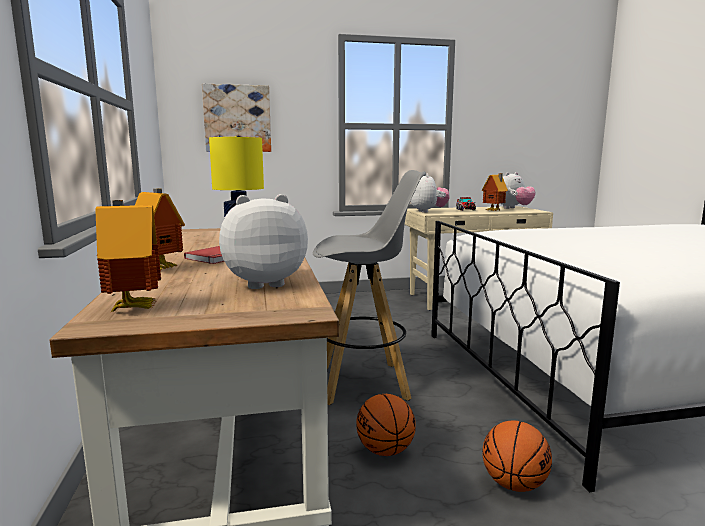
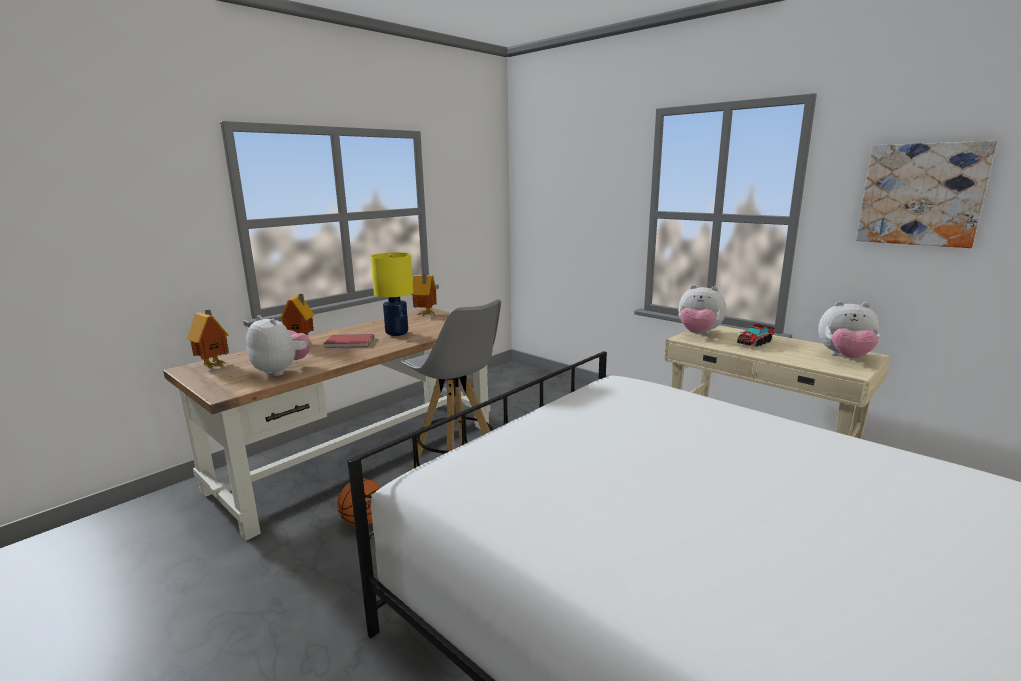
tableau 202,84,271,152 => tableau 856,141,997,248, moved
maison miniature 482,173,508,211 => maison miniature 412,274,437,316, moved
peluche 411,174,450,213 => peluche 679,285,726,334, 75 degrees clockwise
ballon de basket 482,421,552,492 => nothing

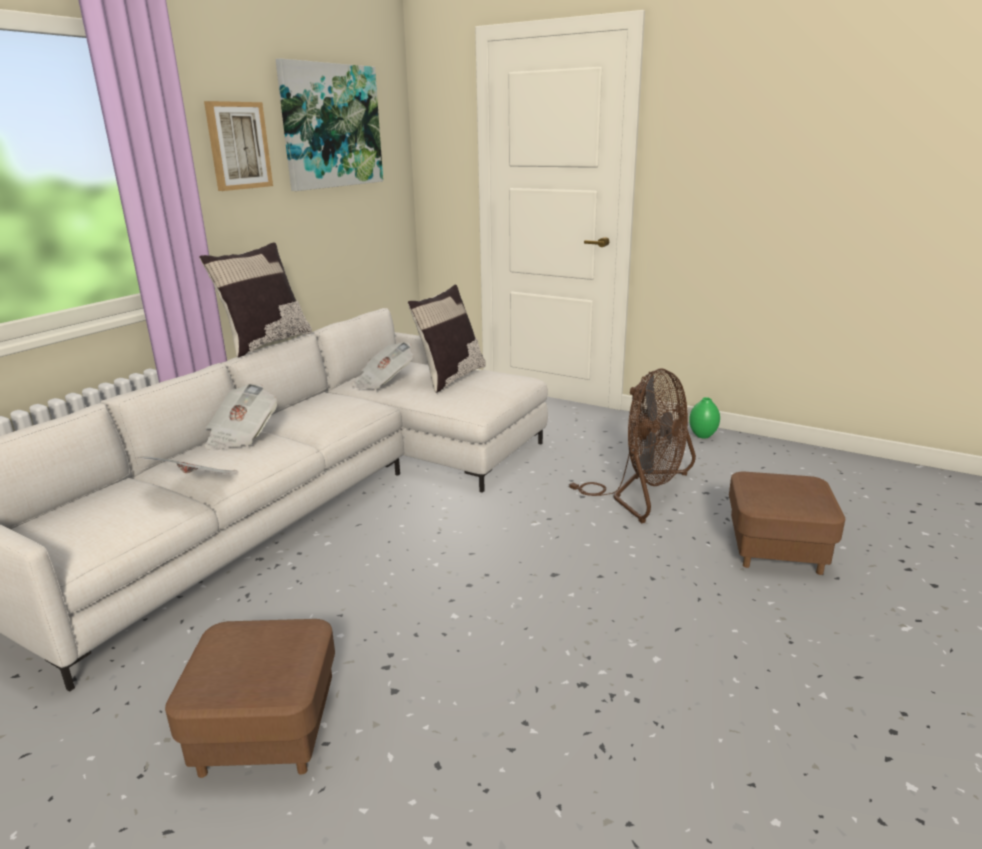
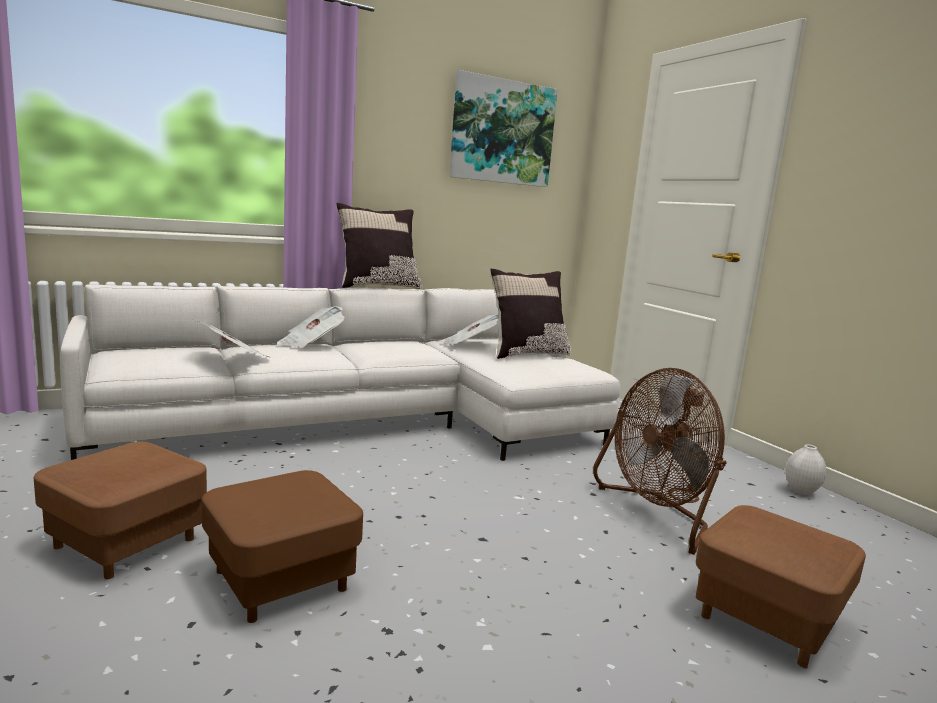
tableau 204,101,273,191 => nothing
ventilateur/marron 569,369,696,523 => ventilateur/marron 593,368,726,555, 90 degrees clockwise
vase/vert 689,397,720,439 => vase/blanc 785,444,827,495
nothing => pouf/marron 202,470,363,623

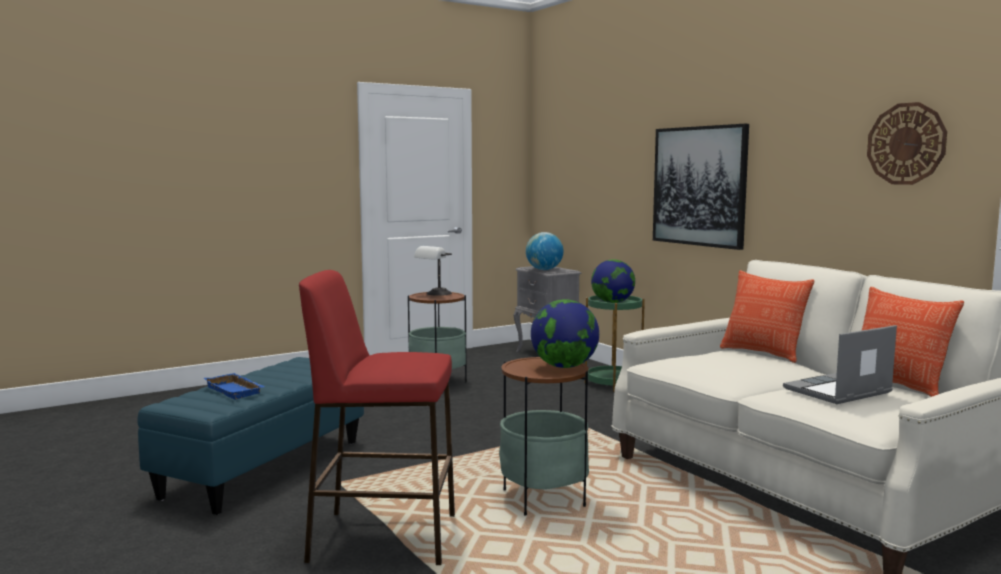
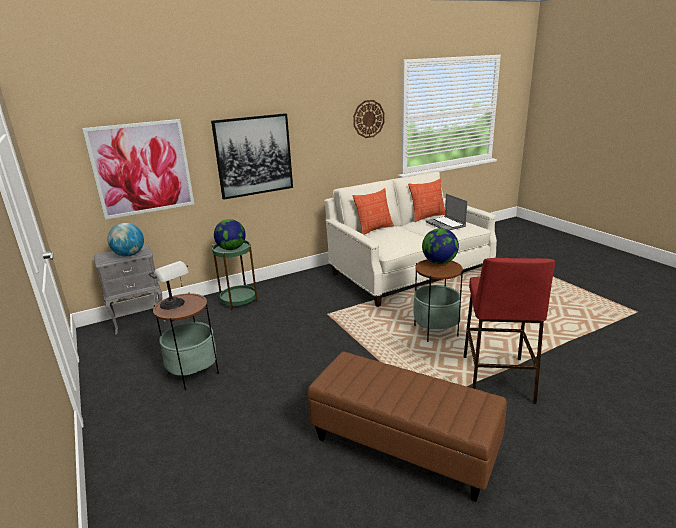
pouf/bleu 137,357,364,515 => pouf/marron 307,351,507,502
plateau/bleu 204,373,265,400 => nothing
nothing => tableau 82,119,194,220

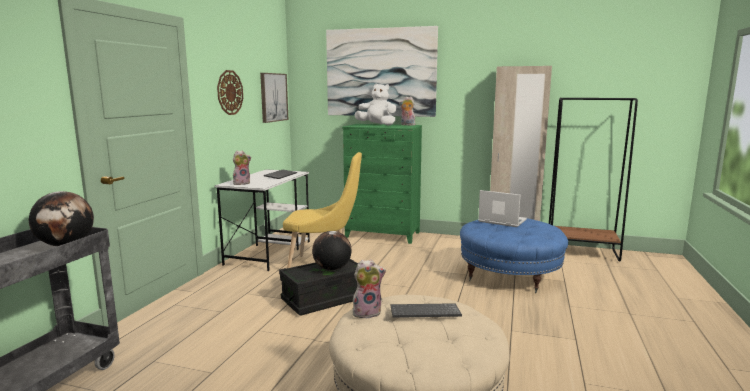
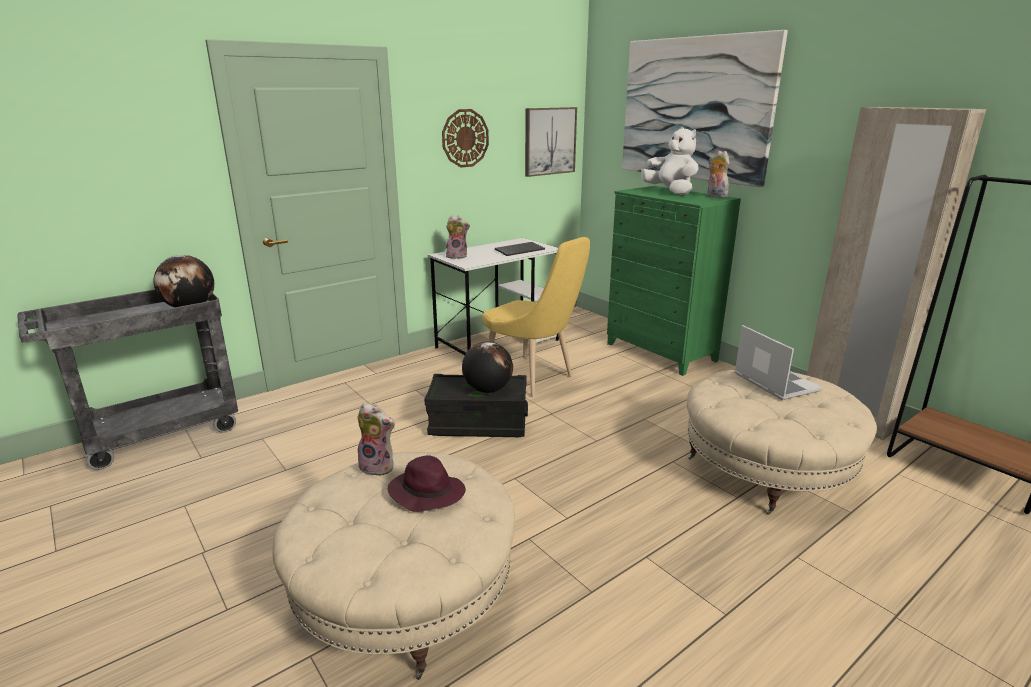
pouf/bleu 460,218,568,293 => pouf/beige 687,370,877,515
clavier 391,303,462,318 => chapeau/violet 387,455,466,512

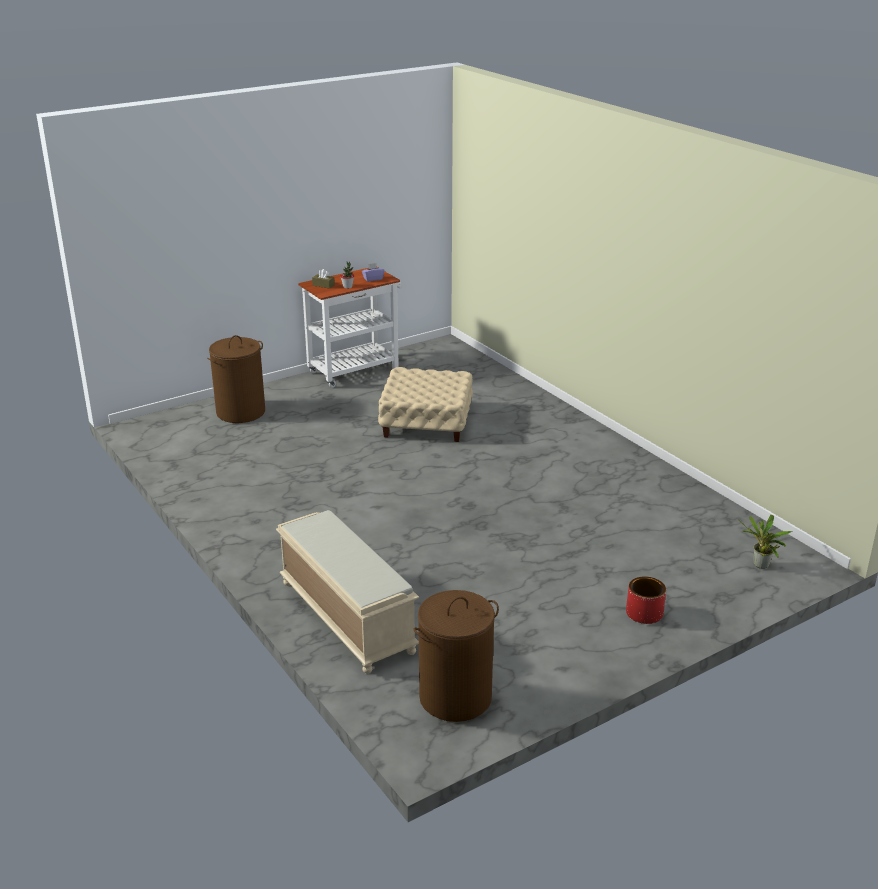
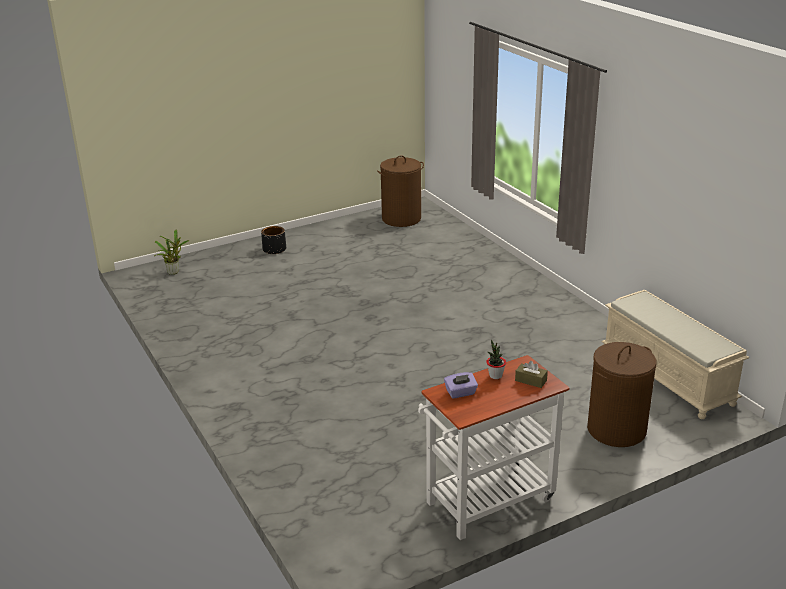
pouf/beige 378,367,473,442 => nothing
banc/beige 276,510,419,674 => banc/beige 601,290,749,419, moved
cache-pot/rouge 626,577,666,624 => cache-pot/noir 261,226,286,254

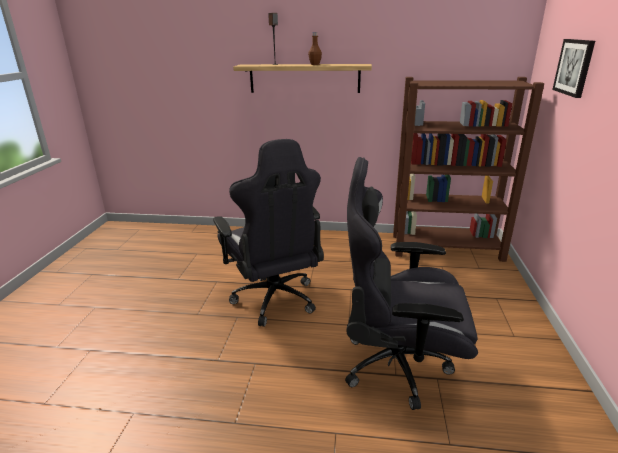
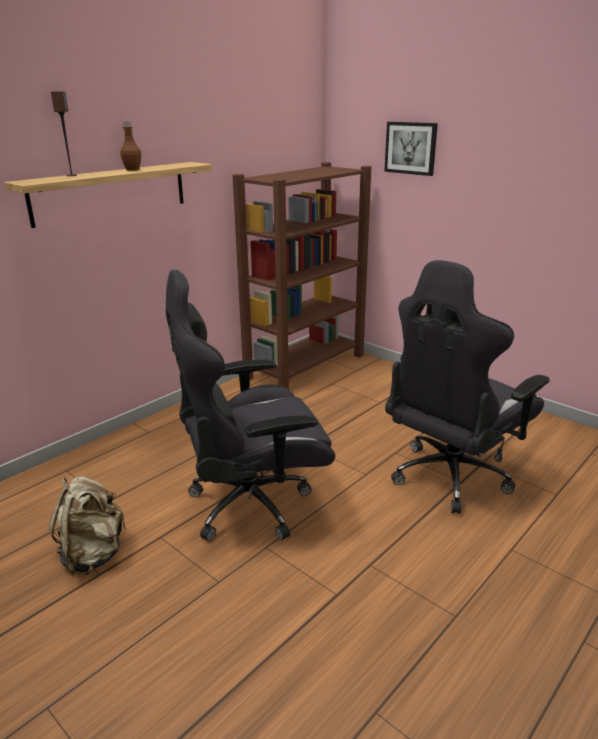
chaise de bureau/noir 213,139,324,327 => chaise de bureau/noir 166,270,336,541, 150 degrees clockwise
nothing => sac à dos/beige 49,476,126,575

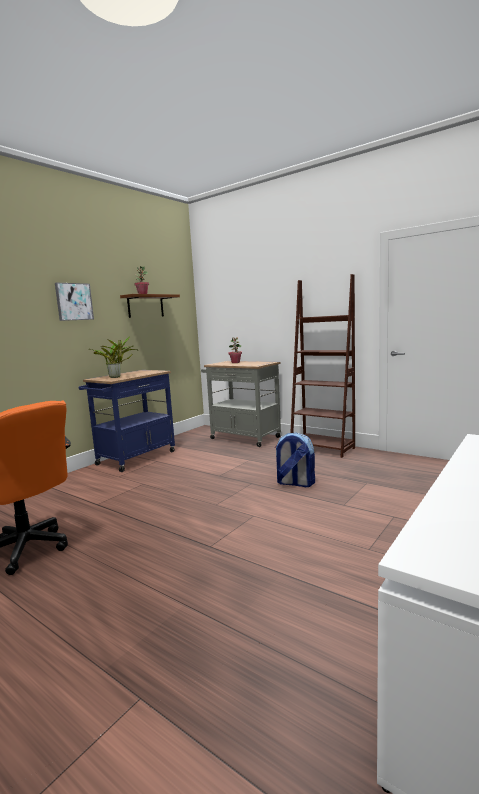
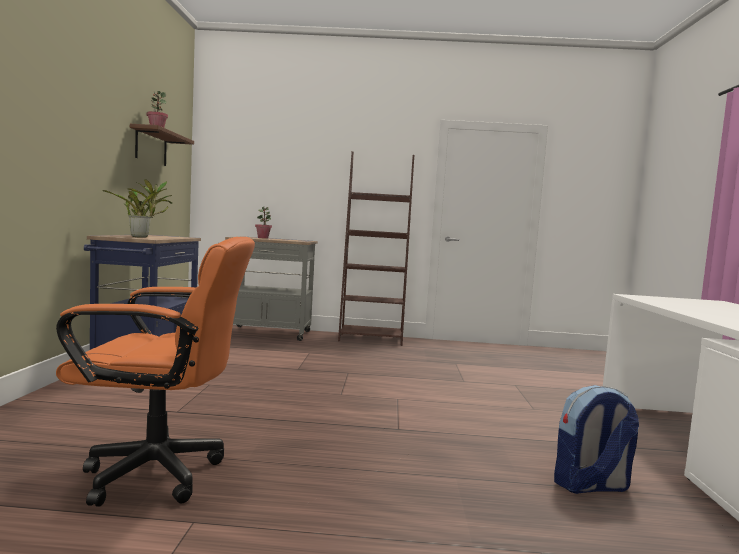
tableau 55,283,94,321 => nothing
sac à dos 275,433,315,487 => sac à dos 554,385,639,494, moved

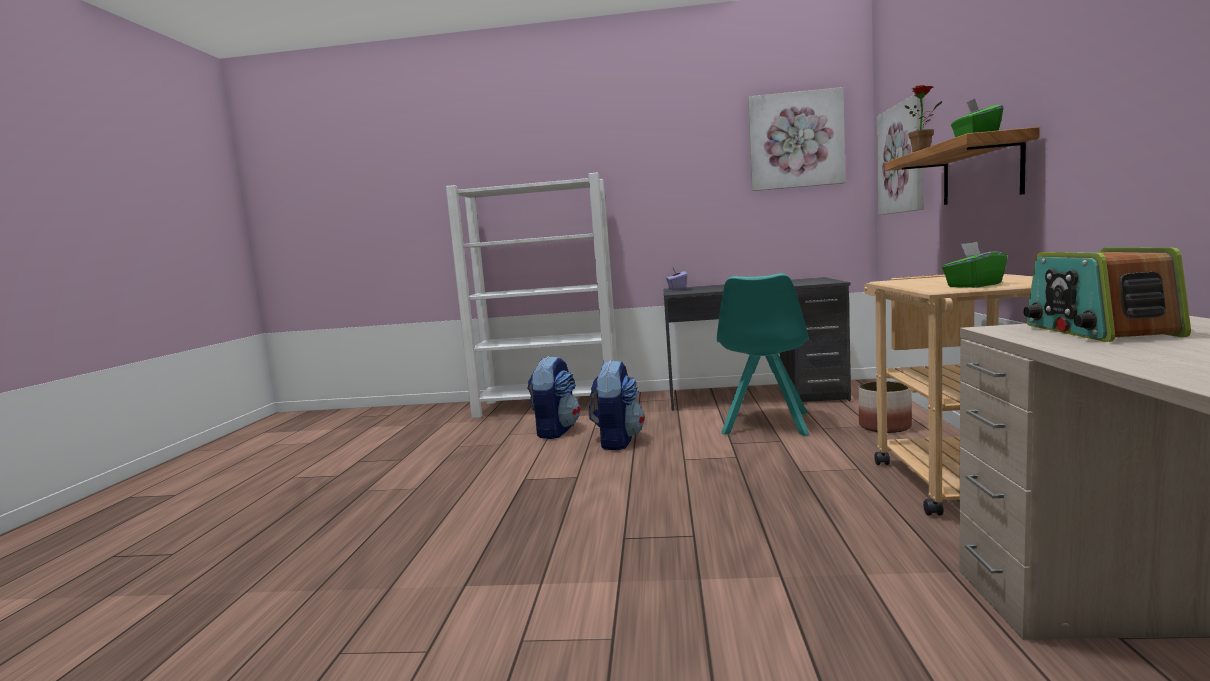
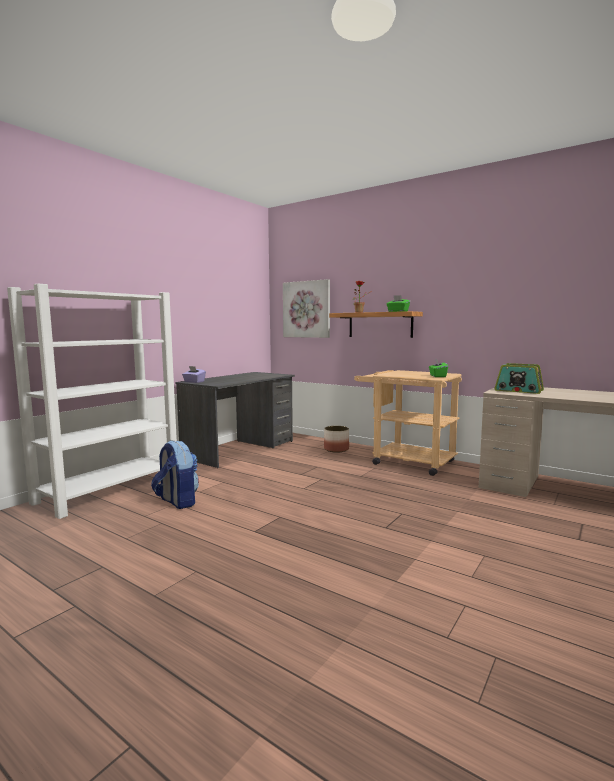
tableau 748,87,846,191 => nothing
chaise/turquoise 717,273,810,436 => nothing
sac à dos 589,360,645,450 => nothing

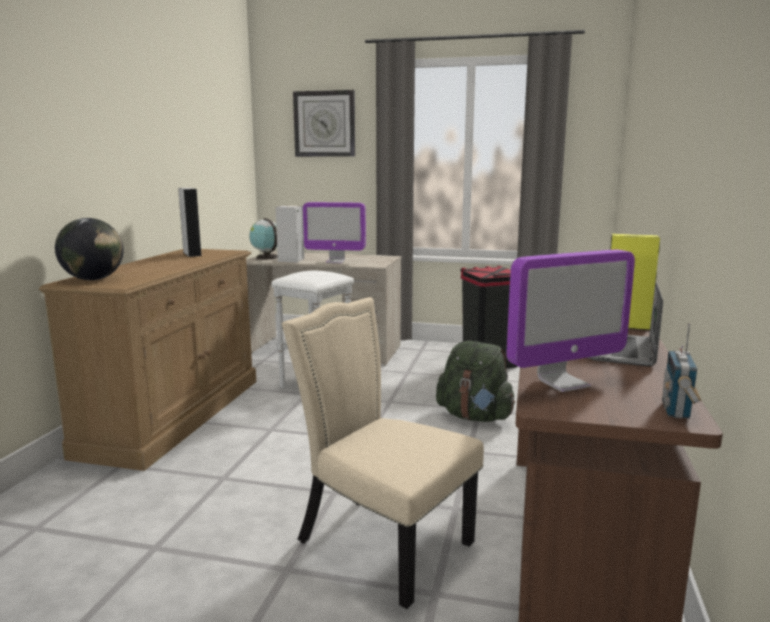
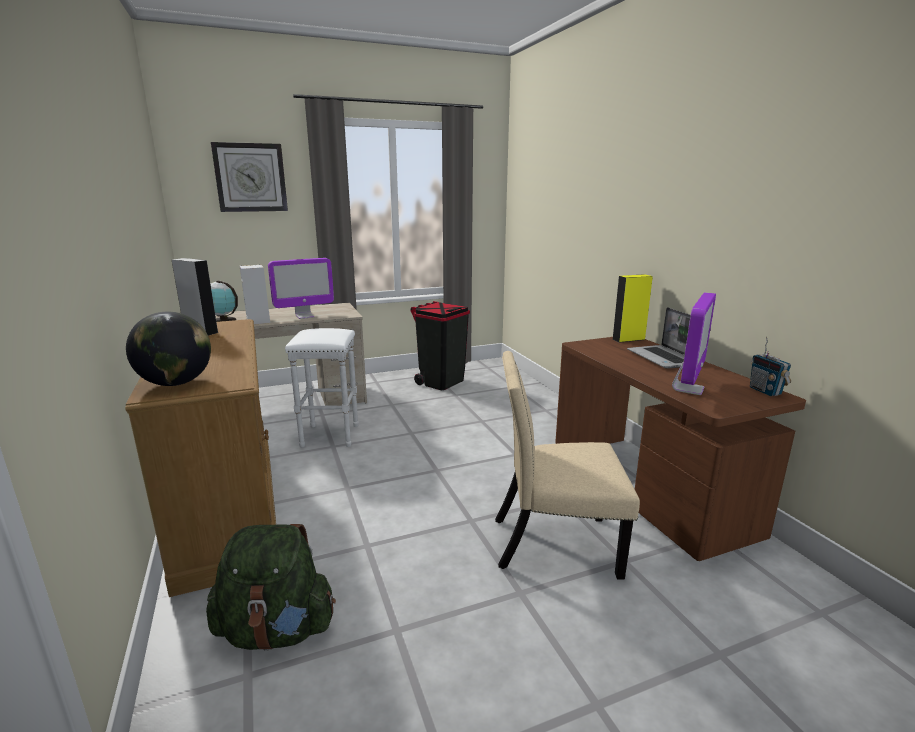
sac à dos/vert 436,341,515,422 => sac à dos/vert 206,524,336,651, moved

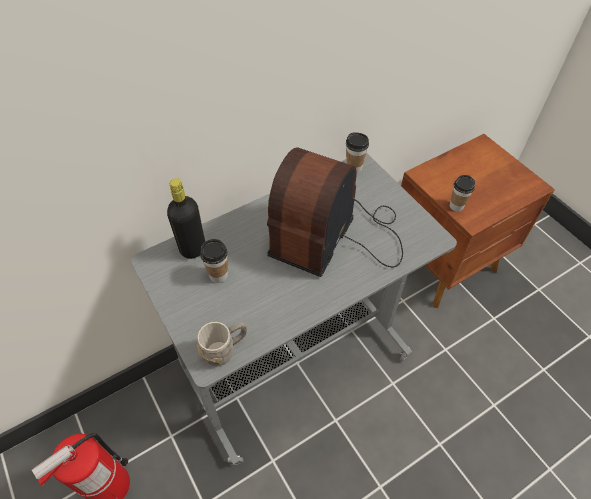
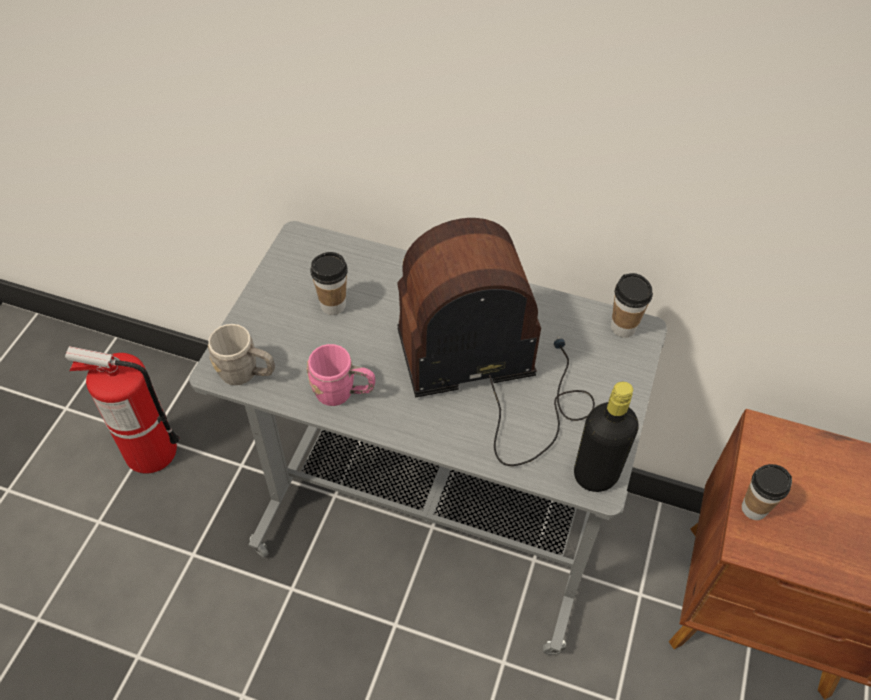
bouteille/noir 167,178,205,259 => bouteille/noir 574,382,639,492, moved
nothing => mug/rose 306,344,375,406

